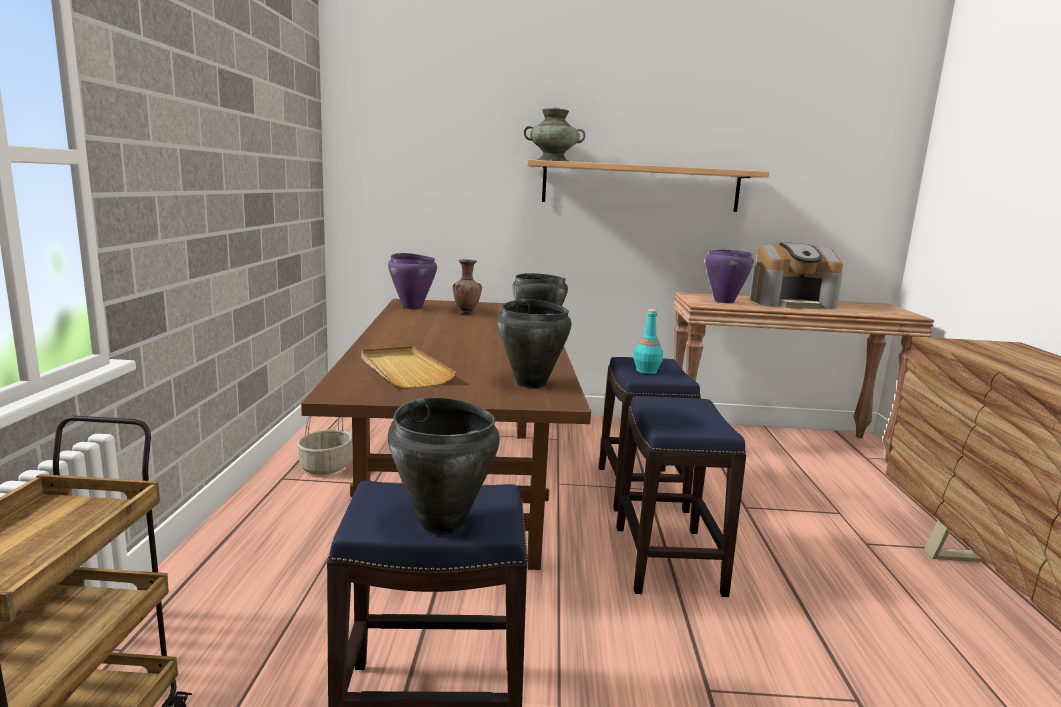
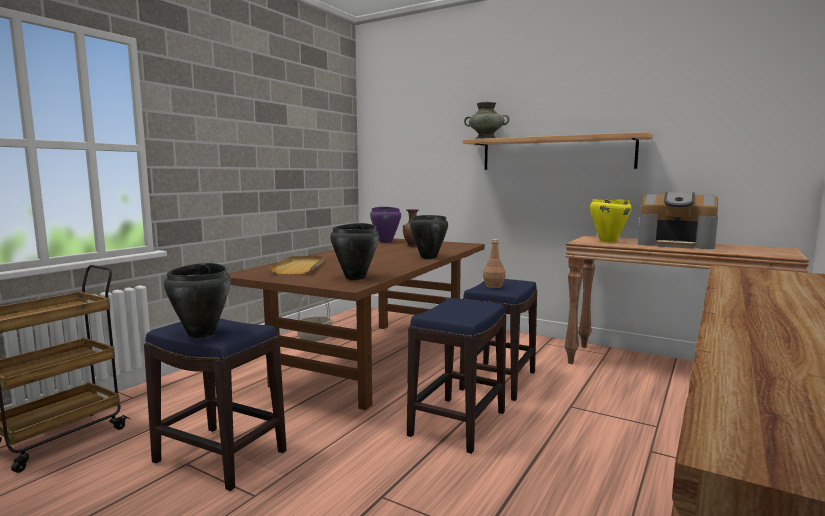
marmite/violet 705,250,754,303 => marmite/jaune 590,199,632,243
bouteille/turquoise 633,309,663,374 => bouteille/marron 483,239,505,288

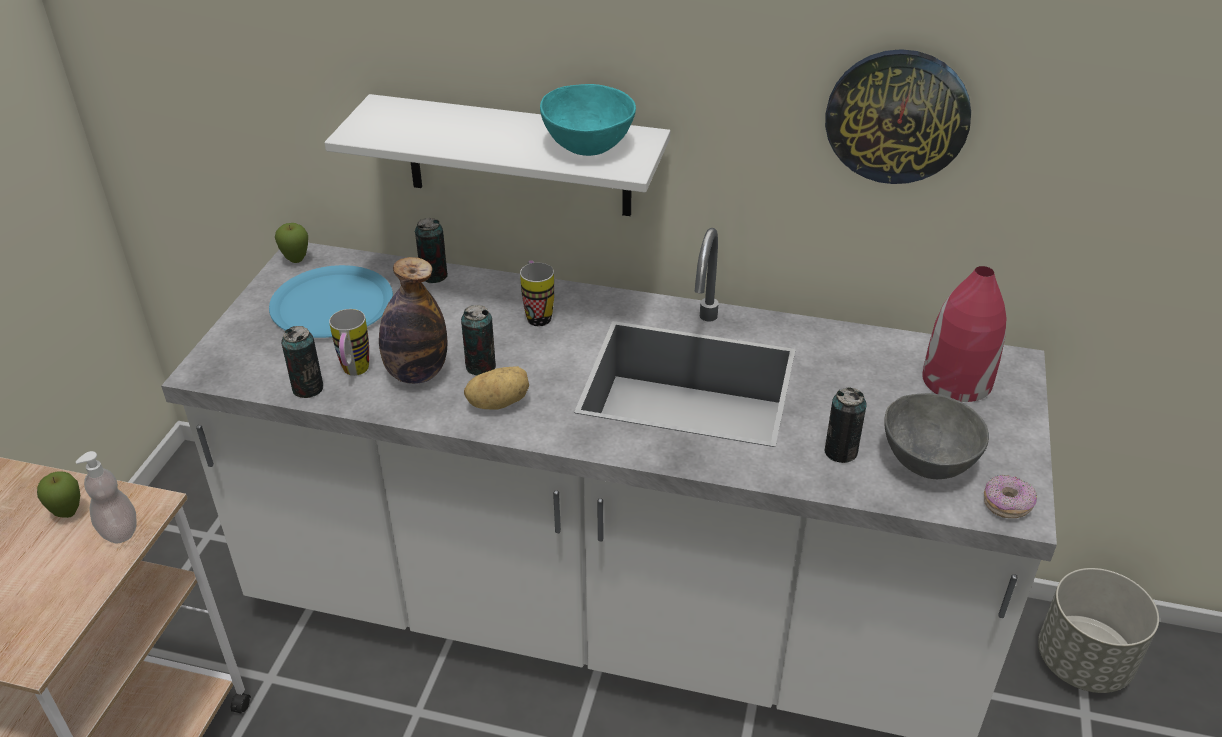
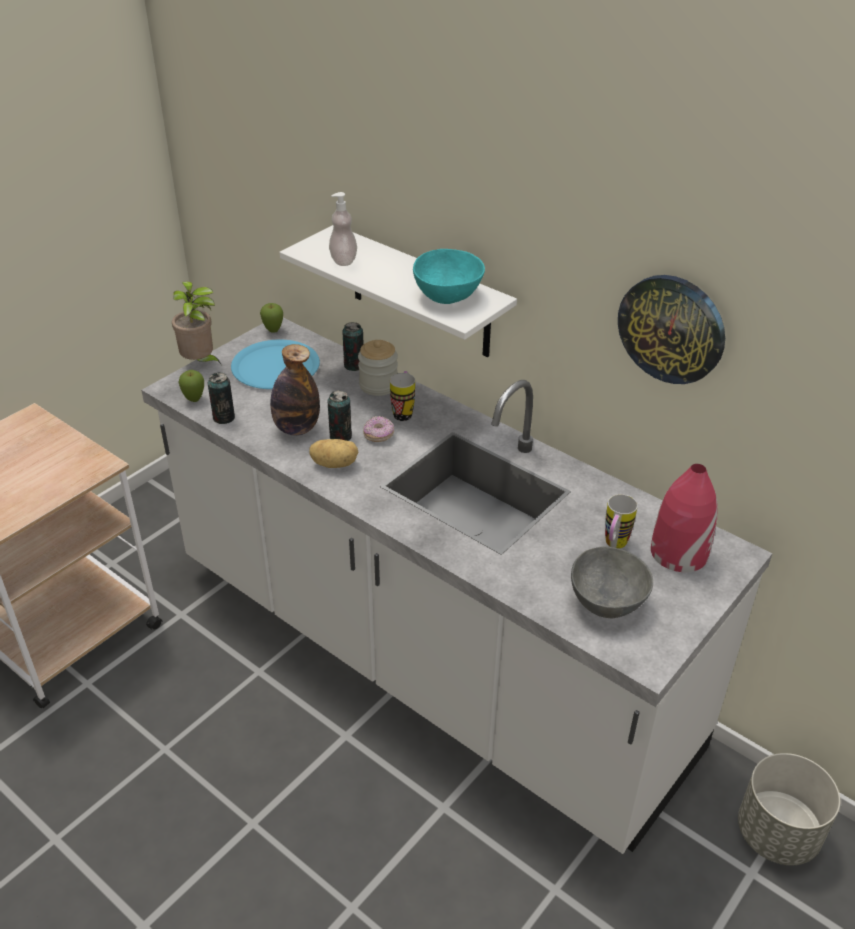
mug 329,309,369,376 => mug 605,494,638,549, moved
boîte métallique 825,387,867,463 => nothing
distributeur de savon 76,451,137,543 => distributeur de savon 329,192,357,266, moved
pomme 37,471,80,518 => pomme 178,370,204,402, moved
beignet 984,475,1037,518 => beignet 363,416,394,442, moved
nothing => plante en pot 172,281,221,364
nothing => bocal 358,340,398,396

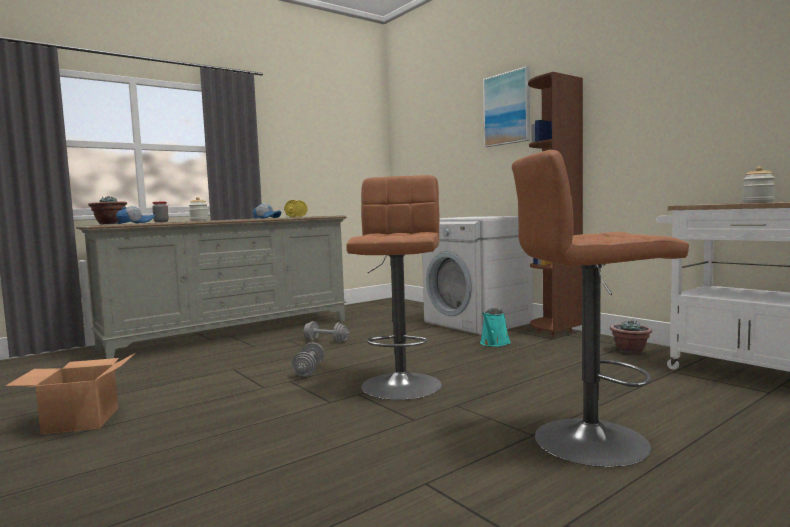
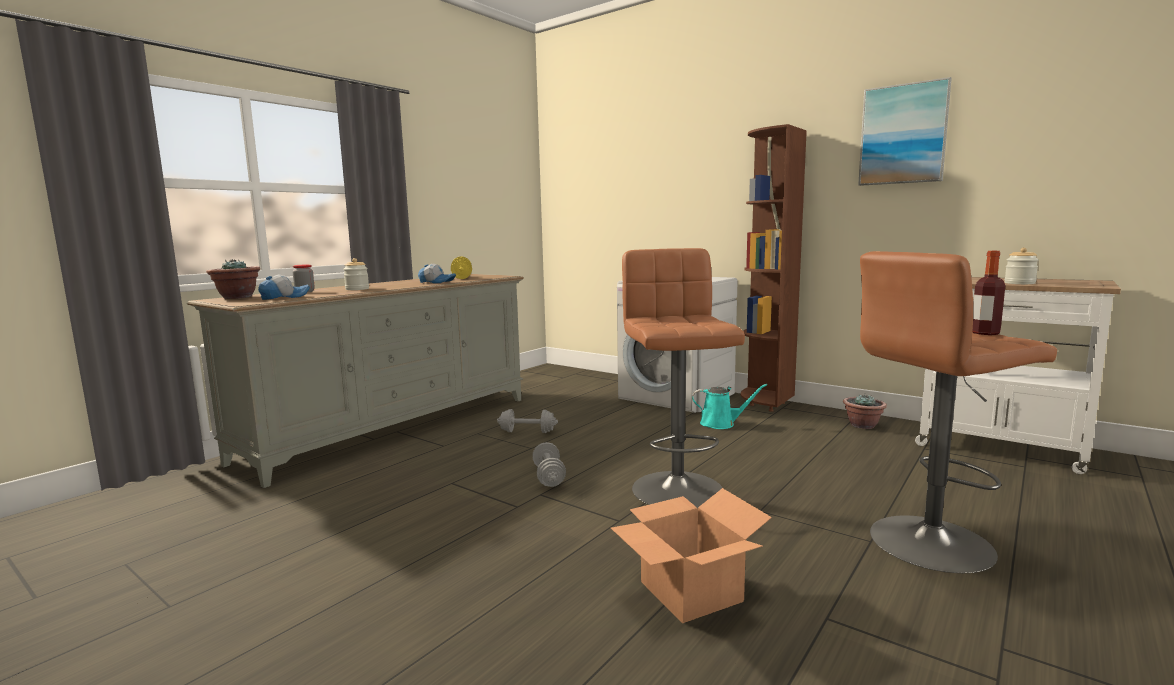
tableau 483,66,530,147 => tableau 858,77,952,186, moved
arrosoir/turquoise 480,308,511,347 => arrosoir/turquoise 692,384,767,429, 90 degrees counterclockwise
carton 6,352,137,434 => carton 611,488,772,623, moved
nothing => bouteille 972,251,1005,335

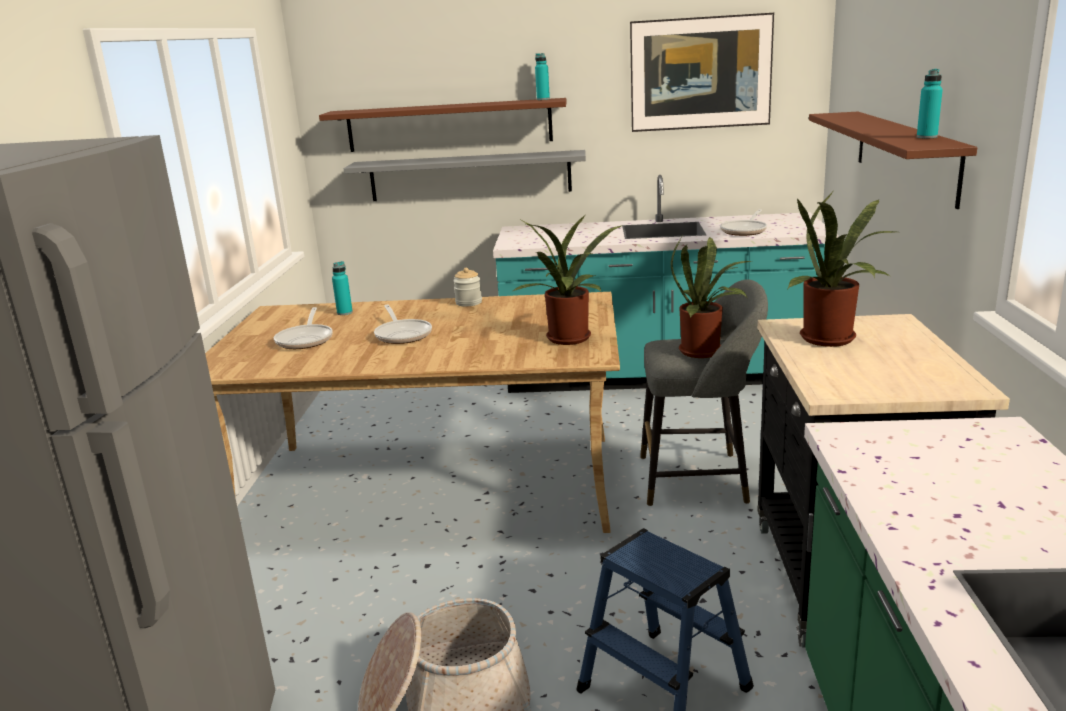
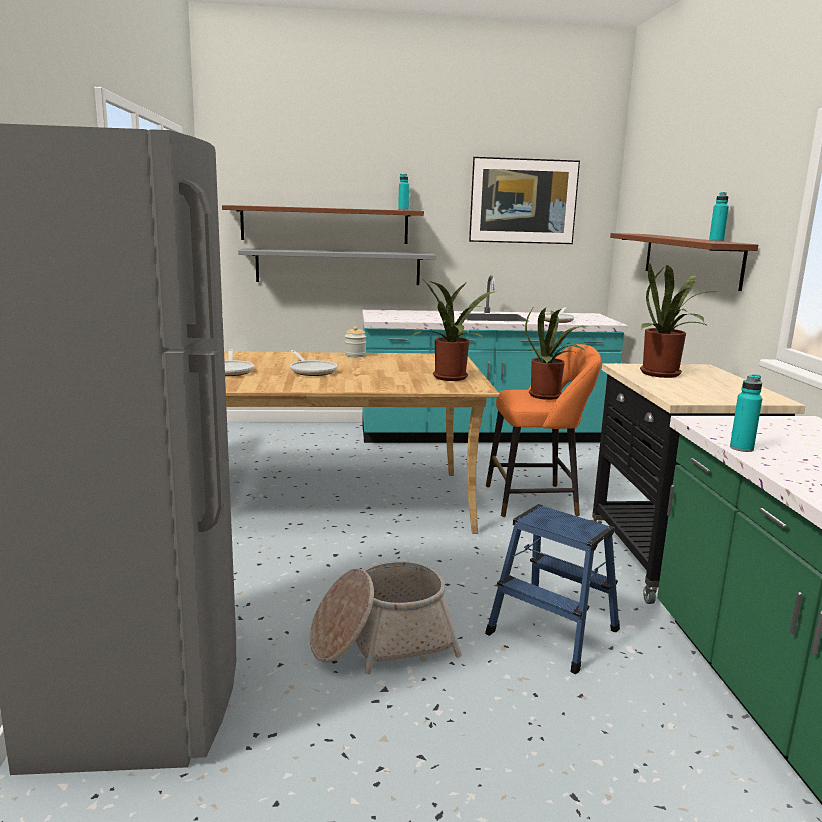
bouteille/turquoise 332,261,353,315 => bouteille/turquoise 730,374,762,452, moved
tabouret/gris 640,279,768,506 => tabouret/orange 486,344,601,517

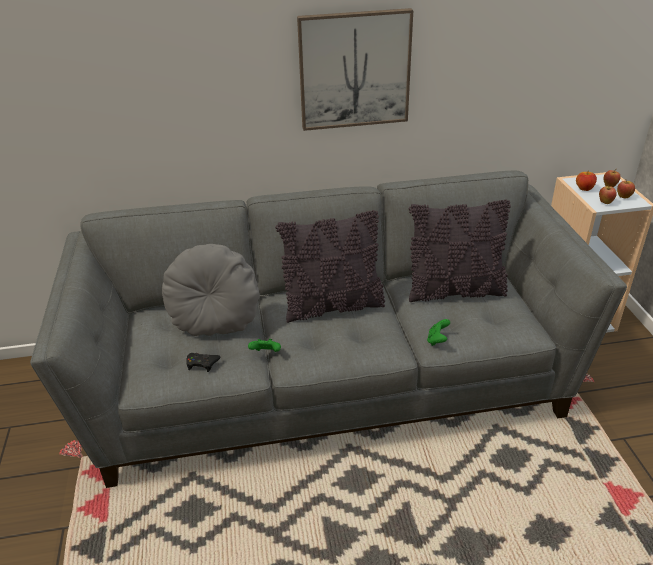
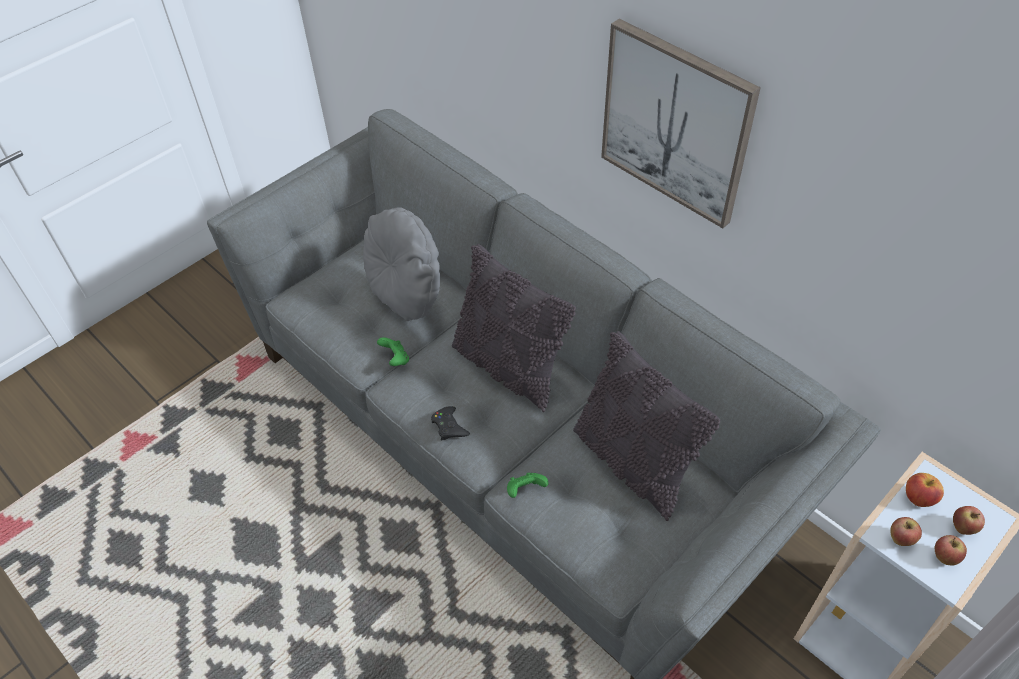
manette/noir 186,353,221,372 => manette/noir 431,406,470,441, moved

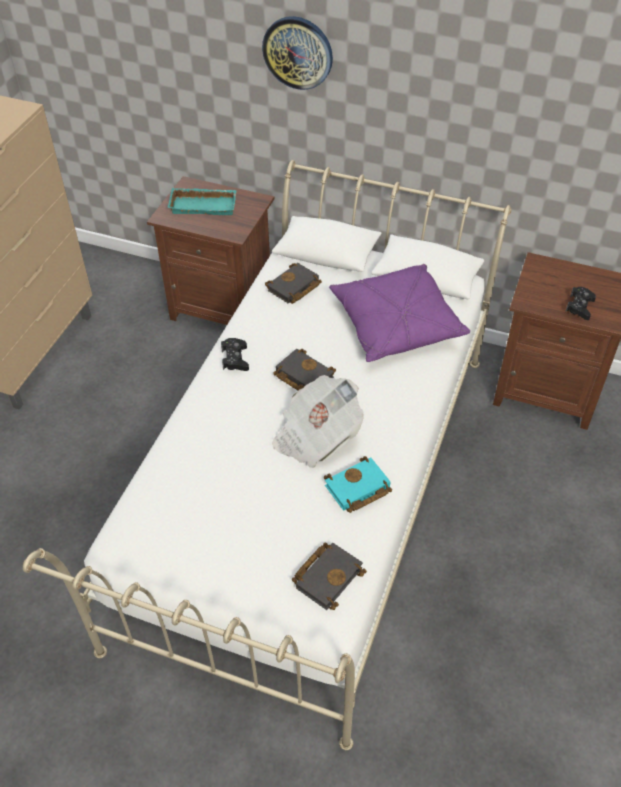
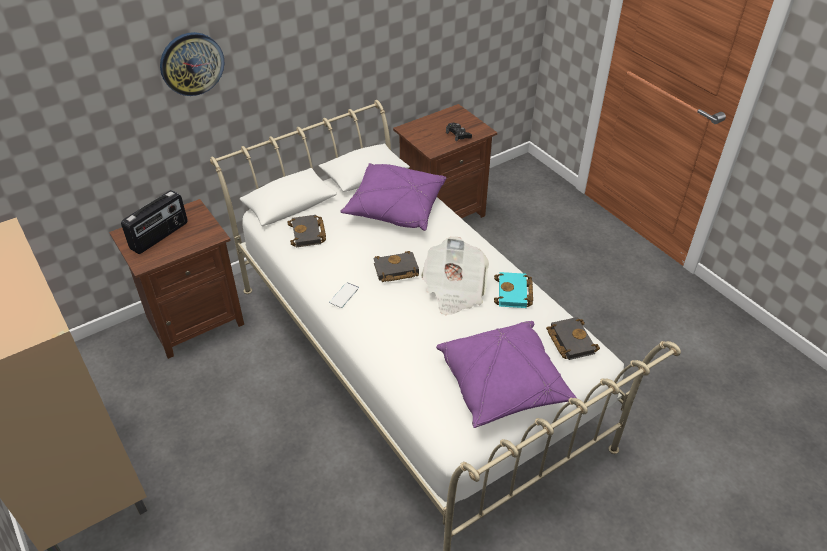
plateau/turquoise 168,188,237,215 => radio 121,190,188,254
manette/noir 221,338,249,371 => téléphone 329,282,359,308
nothing => coussin/violet 436,321,577,428

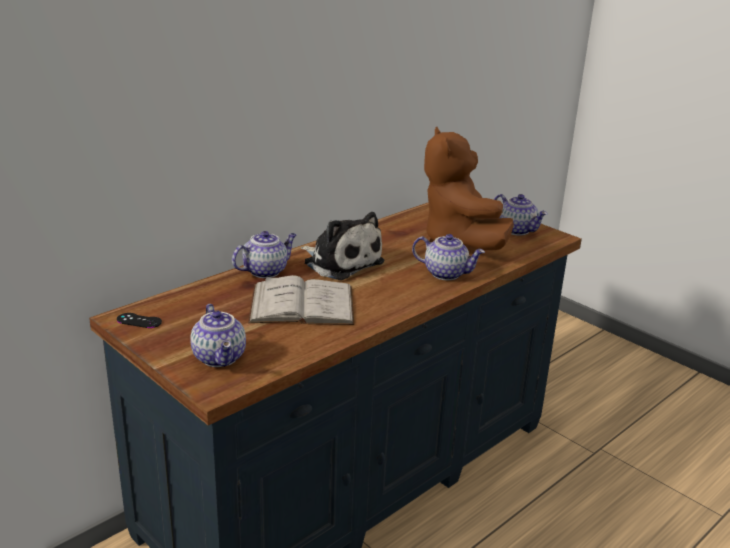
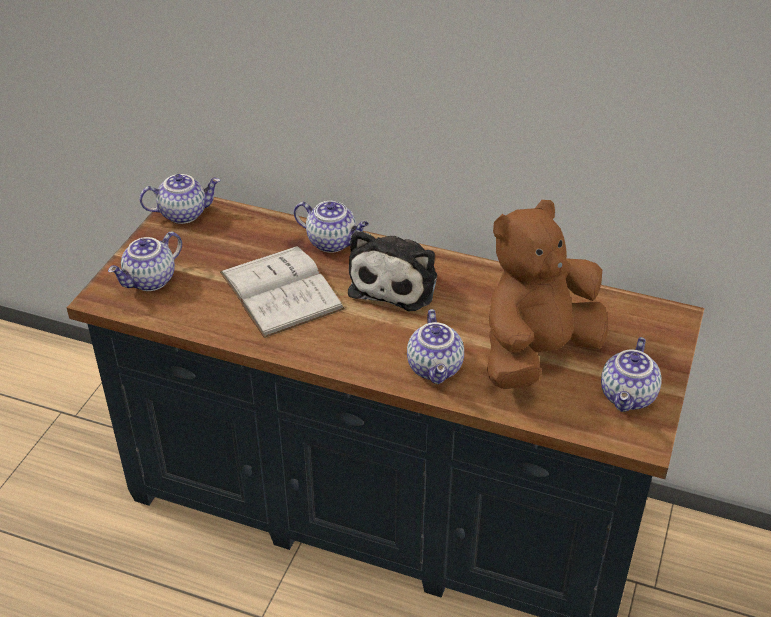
manette/noir 117,313,162,328 => théière 139,174,221,224

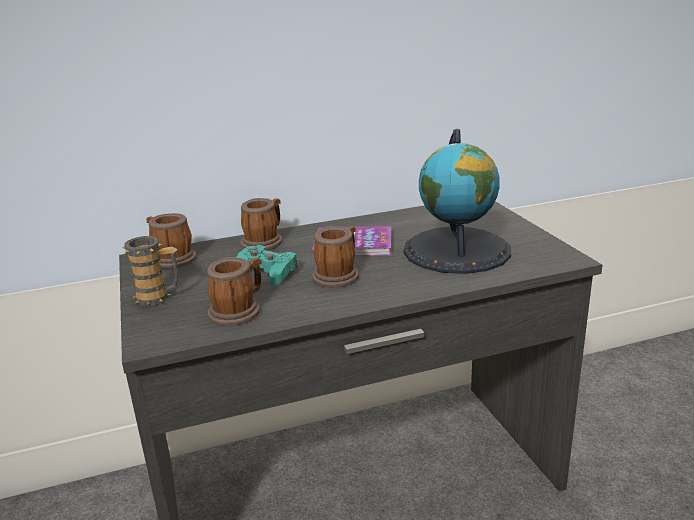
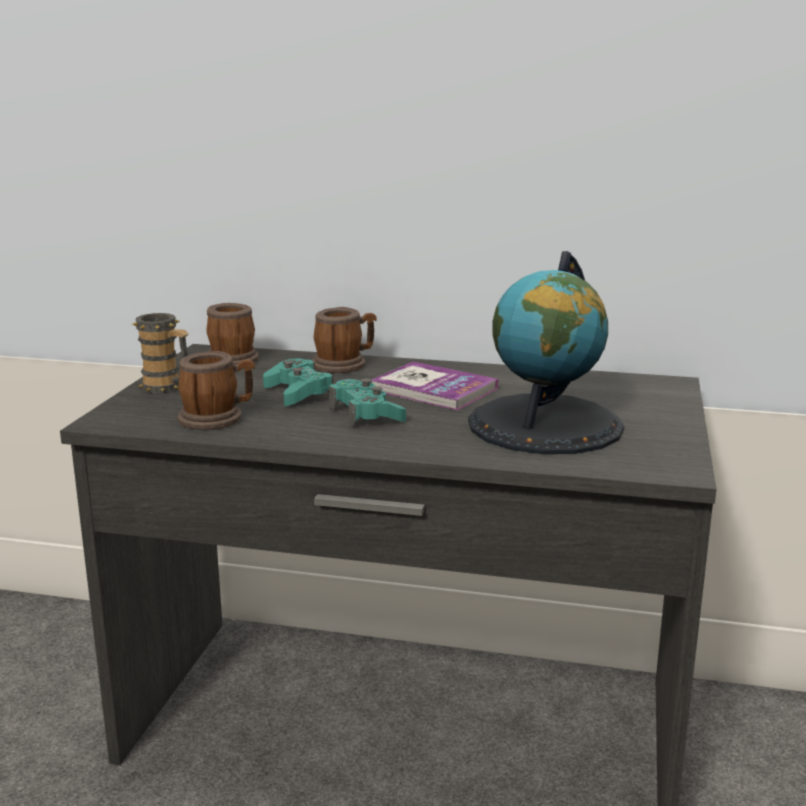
mug 312,226,359,288 => manette/turquoise 329,378,406,427

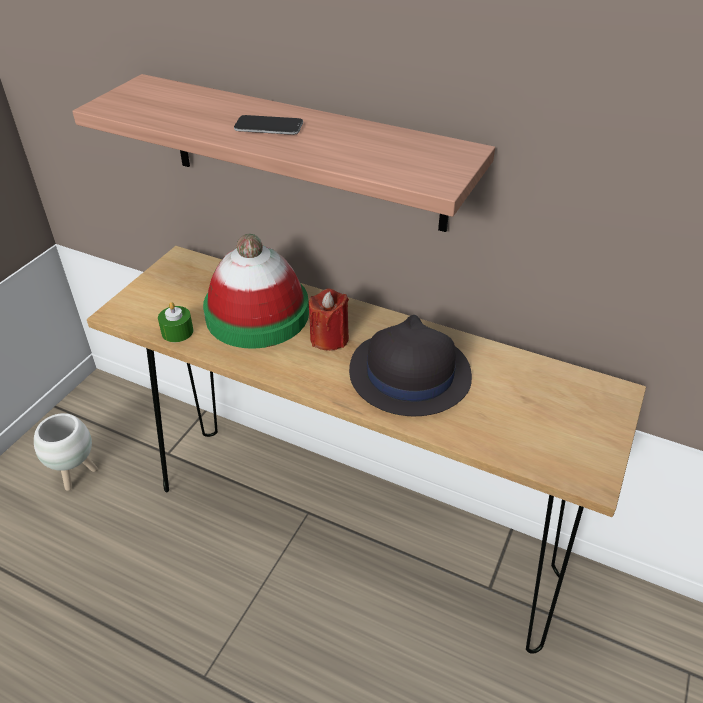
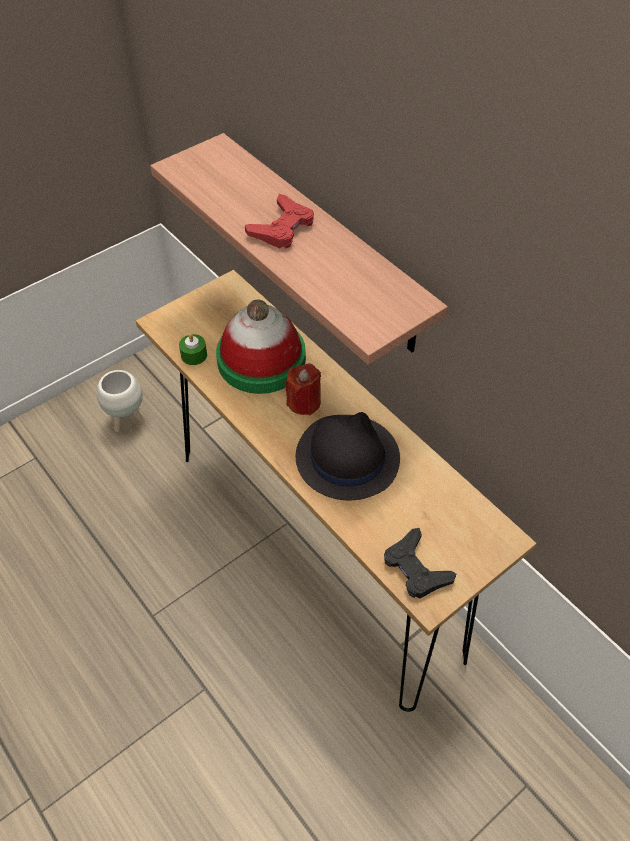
téléphone 234,115,303,135 => manette/rouge 245,194,314,249
nothing => manette/noir 384,528,456,598

